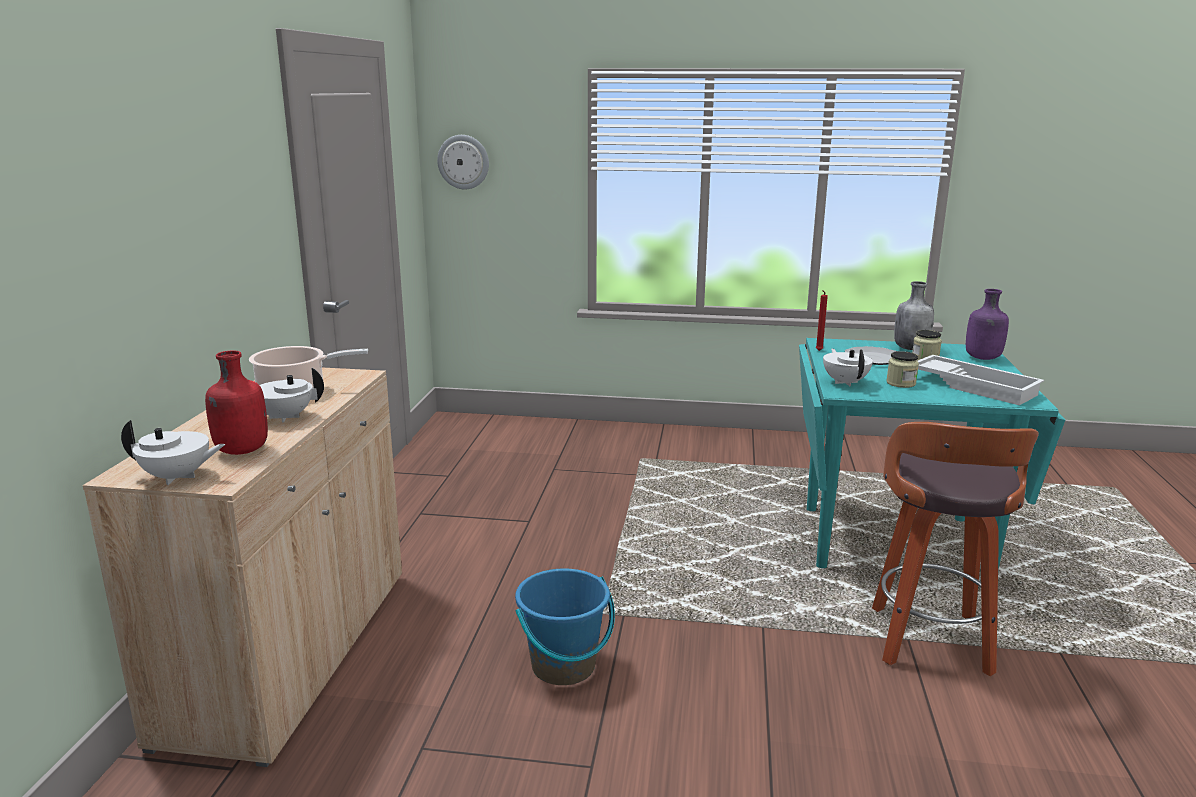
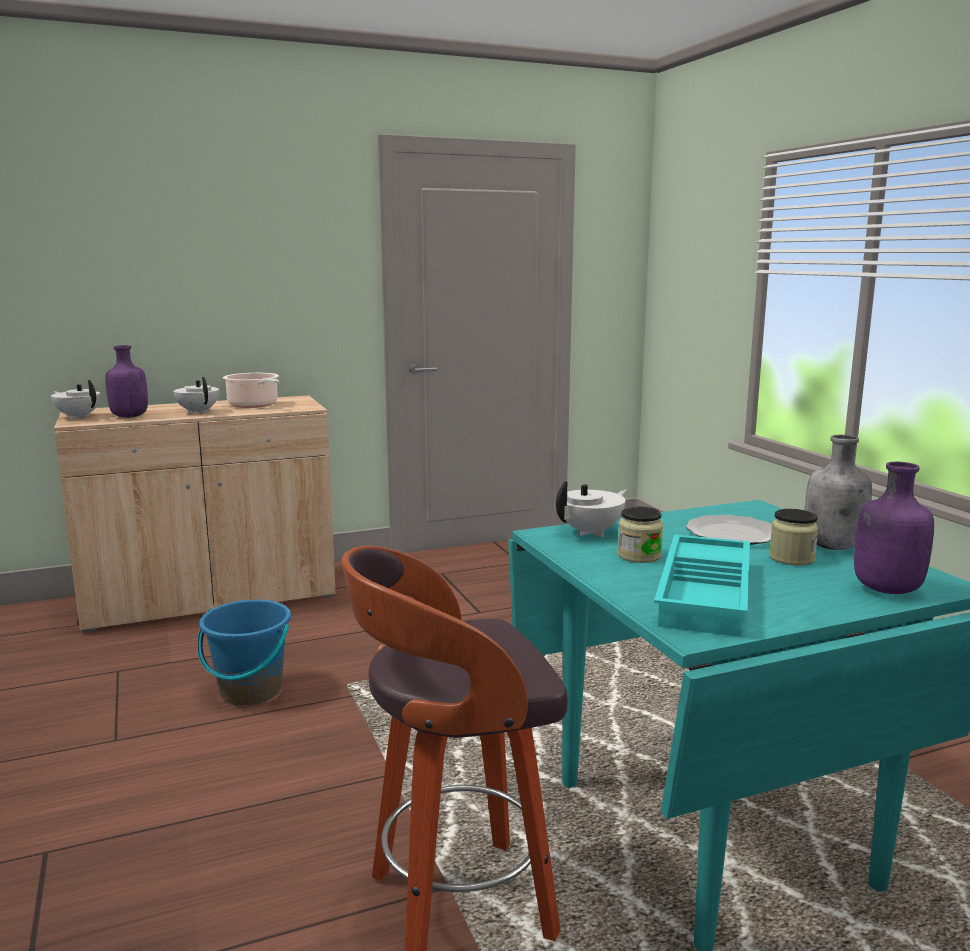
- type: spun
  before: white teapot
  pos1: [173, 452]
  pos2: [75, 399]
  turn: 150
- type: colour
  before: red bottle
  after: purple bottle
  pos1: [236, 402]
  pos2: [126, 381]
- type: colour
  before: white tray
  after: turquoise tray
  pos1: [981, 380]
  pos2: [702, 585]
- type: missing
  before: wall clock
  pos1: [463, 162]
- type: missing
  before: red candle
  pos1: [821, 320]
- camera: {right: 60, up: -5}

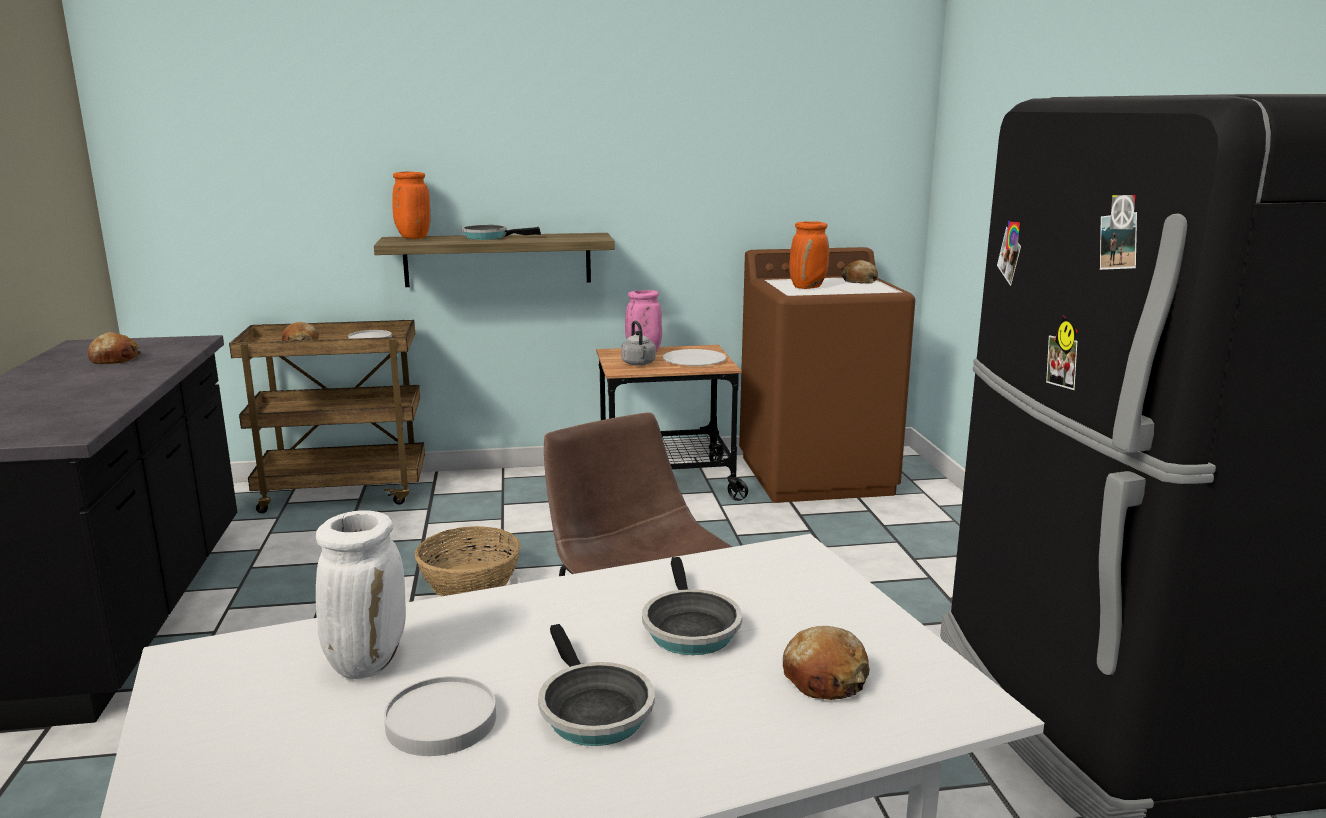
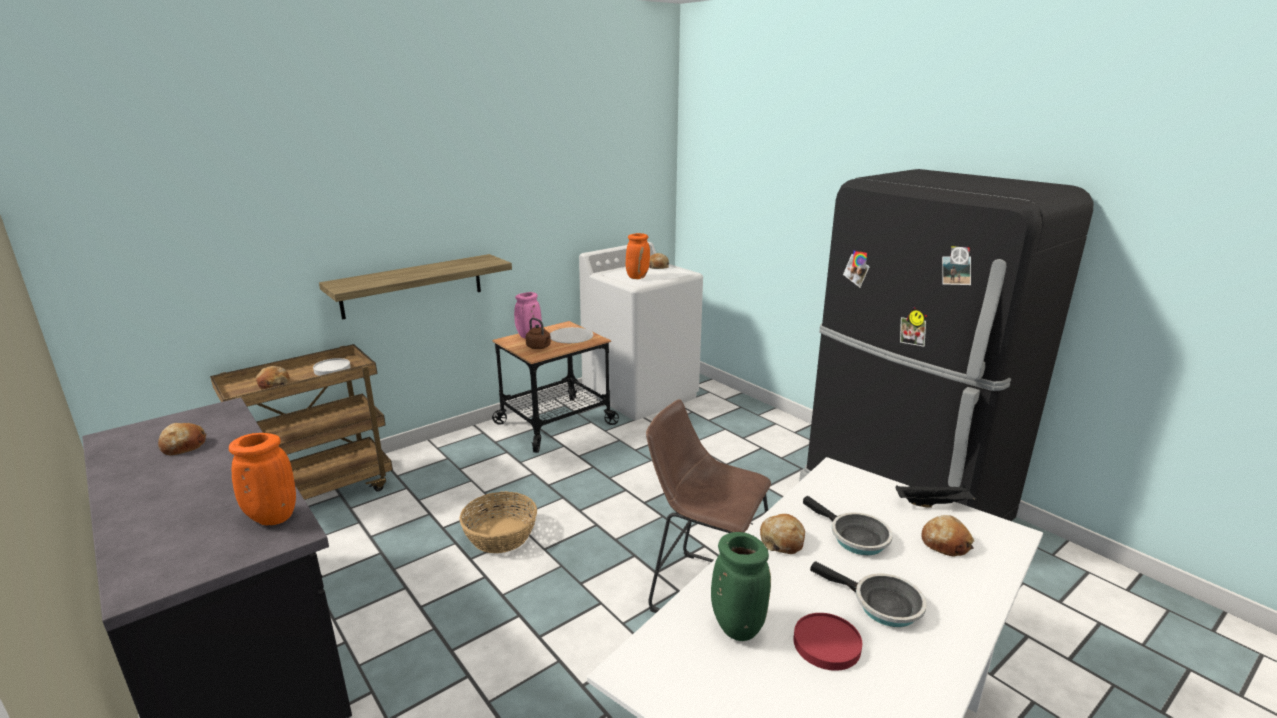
- type: relocated
  before: orange vase
  pos1: [411, 205]
  pos2: [262, 479]
- type: colour
  before: grey kettle
  after: brown kettle
  pos1: [638, 343]
  pos2: [538, 333]
- type: colour
  before: brown washing machine
  after: white washing machine
  pos1: [827, 375]
  pos2: [641, 331]
- type: colour
  before: white vase
  after: green vase
  pos1: [361, 594]
  pos2: [741, 586]
- type: appeared
  after: bread
  pos2: [782, 534]
- type: colour
  before: white plate
  after: red plate
  pos1: [440, 716]
  pos2: [827, 642]
- type: appeared
  after: black tray
  pos2: [936, 496]
- type: missing
  before: frying pan
  pos1: [501, 232]
- camera: {right: -30, up: 5}

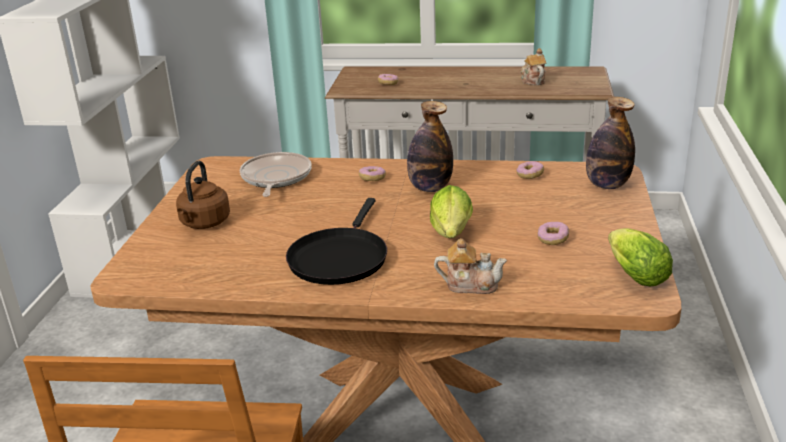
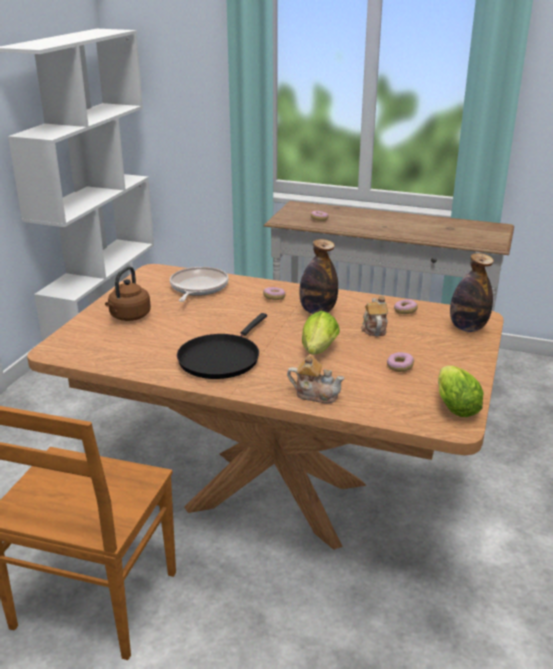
- type: relocated
  before: teapot
  pos1: [534, 66]
  pos2: [374, 315]
- camera: {right: 10, up: 0}

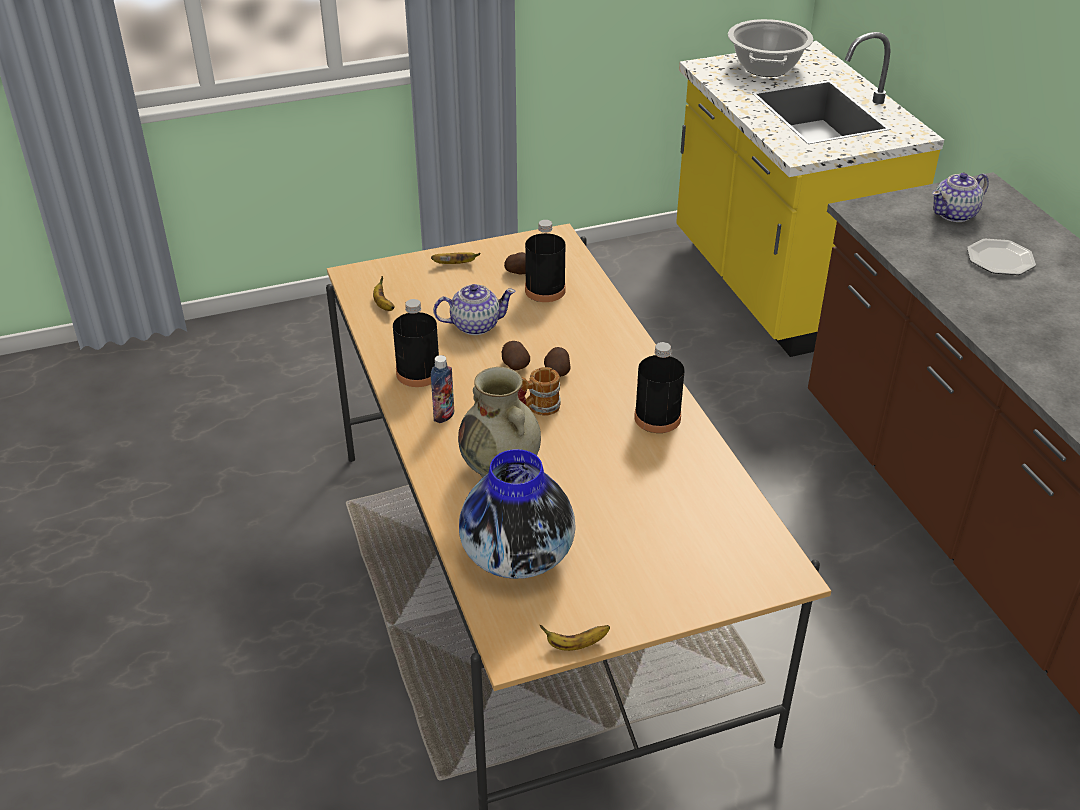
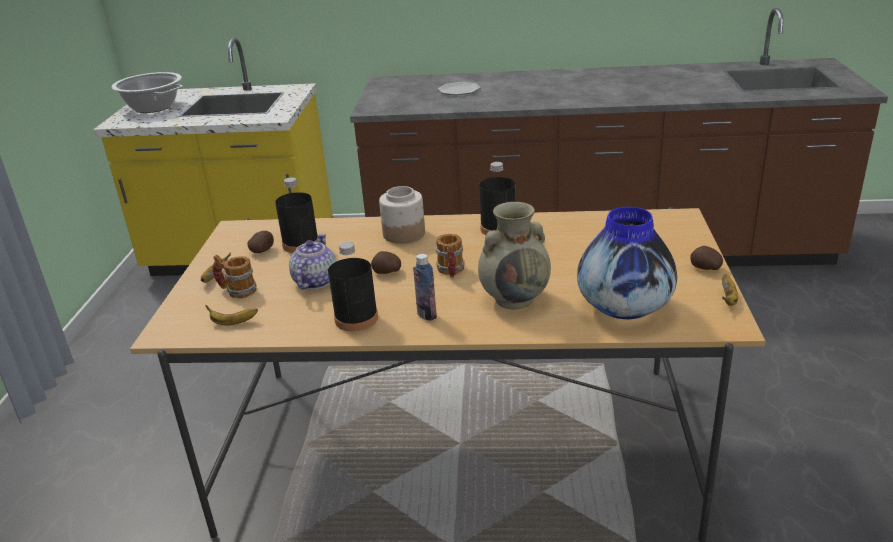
- type: appeared
  after: mug
  pos2: [234, 276]
- type: appeared
  after: jar
  pos2: [402, 215]
- type: relocated
  before: potato
  pos1: [557, 362]
  pos2: [707, 258]
- type: missing
  before: teapot
  pos1: [960, 197]
- camera: {right: -65, up: -10}

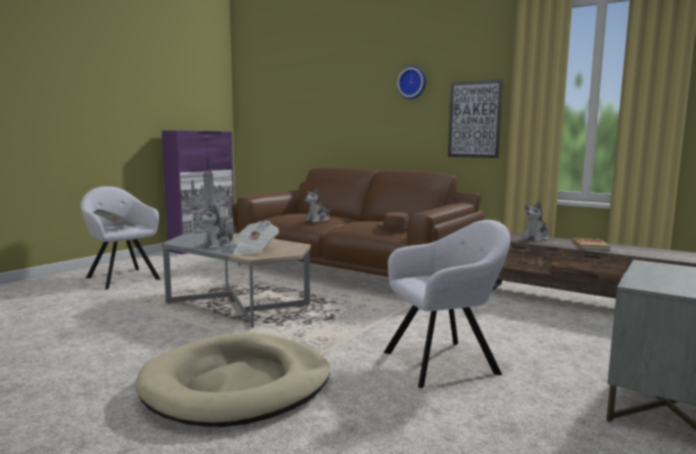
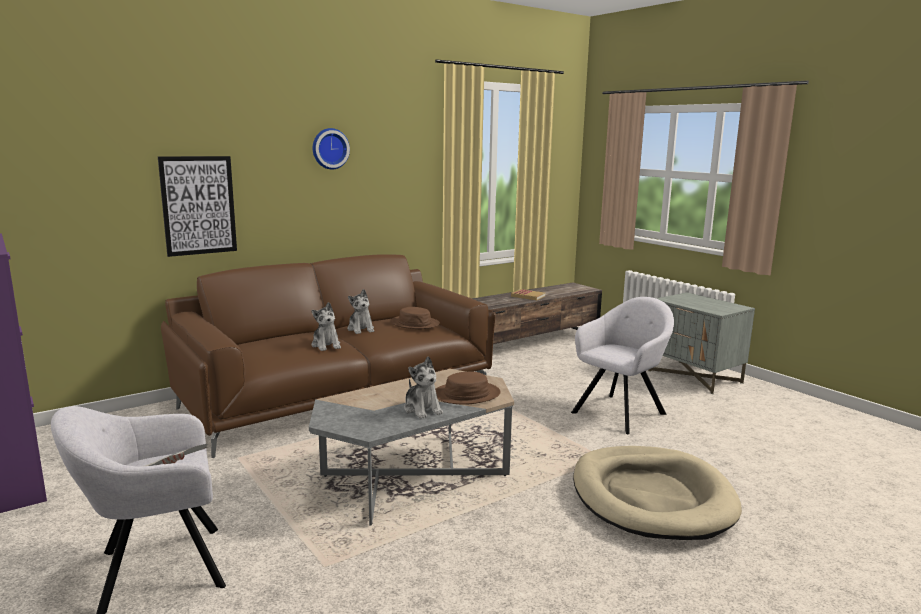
- type: relocated
  before: picture
  pos1: [475, 118]
  pos2: [197, 206]
- type: relocated
  before: plush toy
  pos1: [535, 221]
  pos2: [361, 311]
- type: exchanged
  before: newspaper
  after: brown hat
  pos1: [256, 238]
  pos2: [467, 388]
- type: spun
  before: grey armchair
  pos1: [447, 304]
  pos2: [622, 365]
  turn: 45
- camera: {right: -70, up: 5}

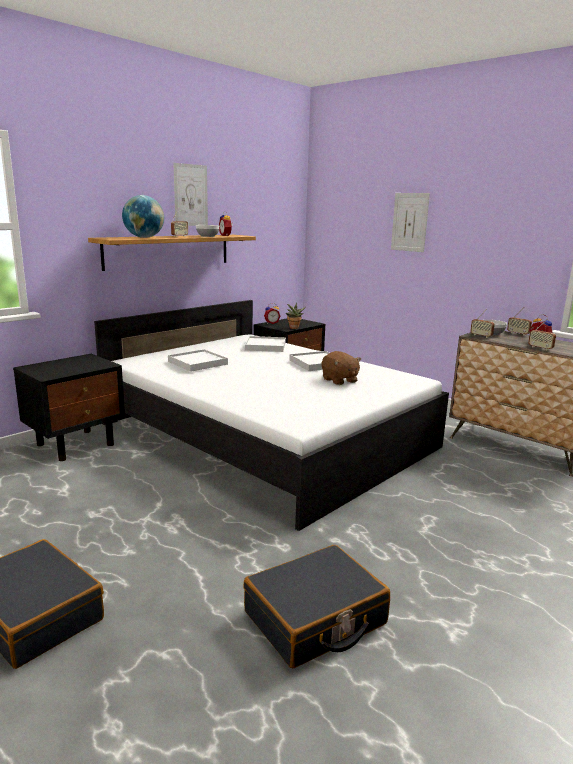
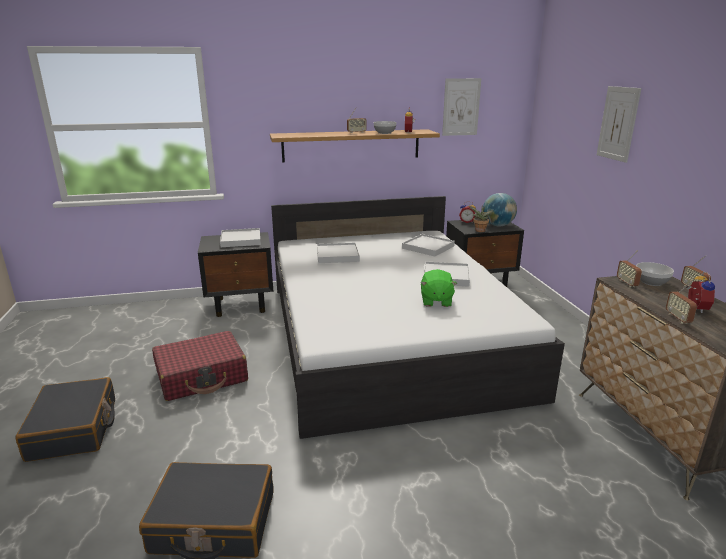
- type: appeared
  after: red suitcase
  pos2: [200, 366]
- type: appeared
  after: white tray
  pos2: [240, 237]
- type: colour
  before: brown plush toy
  after: green plush toy
  pos1: [341, 368]
  pos2: [439, 288]
- type: relocated
  before: picture
  pos1: [190, 194]
  pos2: [461, 107]
- type: relocated
  before: globe
  pos1: [143, 216]
  pos2: [500, 210]
- camera: {right: 35, up: 5}

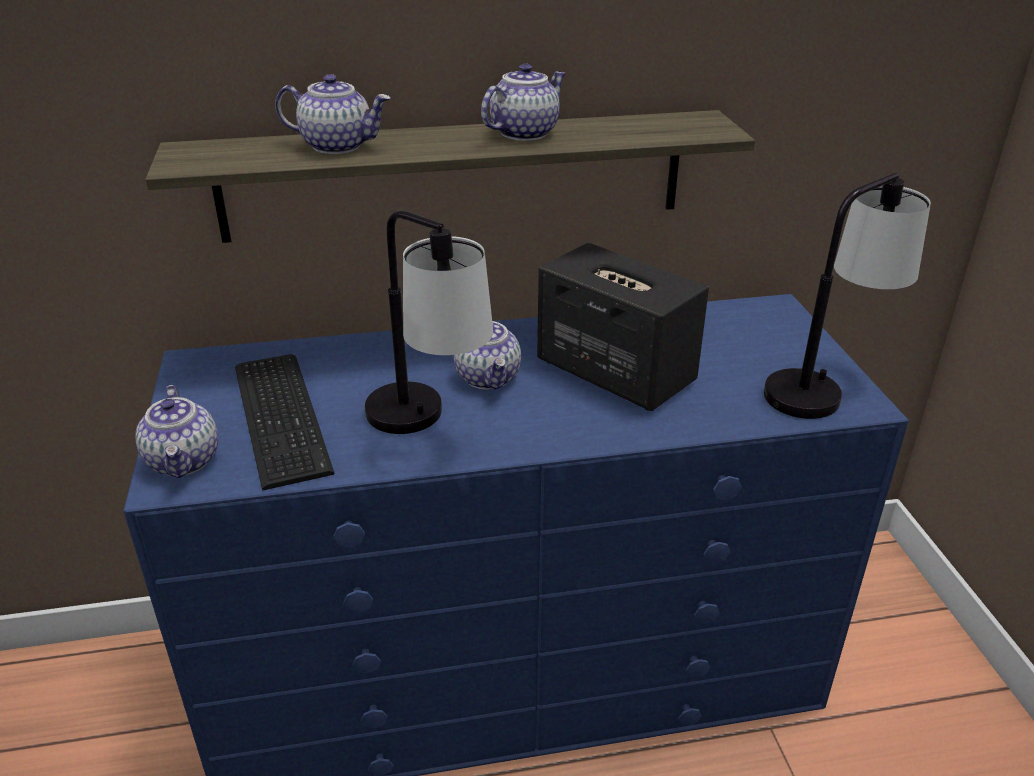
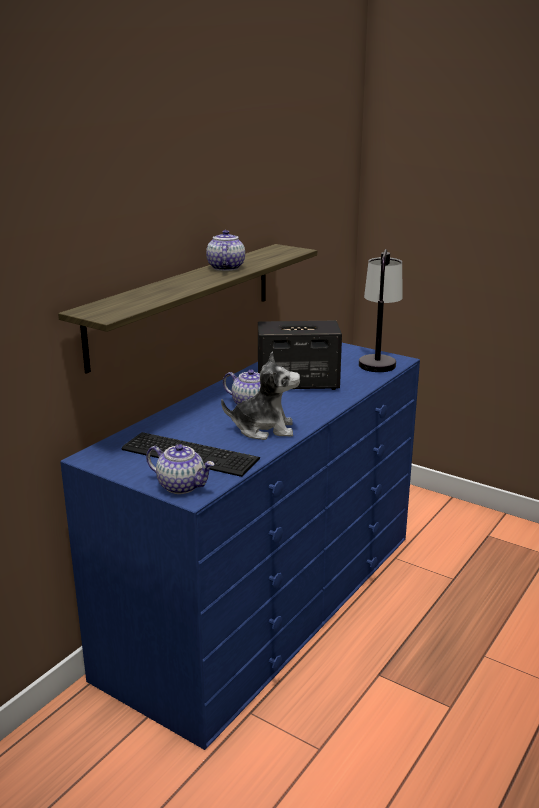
- type: exchanged
  before: table lamp
  after: plush toy
  pos1: [429, 322]
  pos2: [261, 395]
- type: missing
  before: teapot
  pos1: [333, 114]
- camera: {right: -45, up: -10}

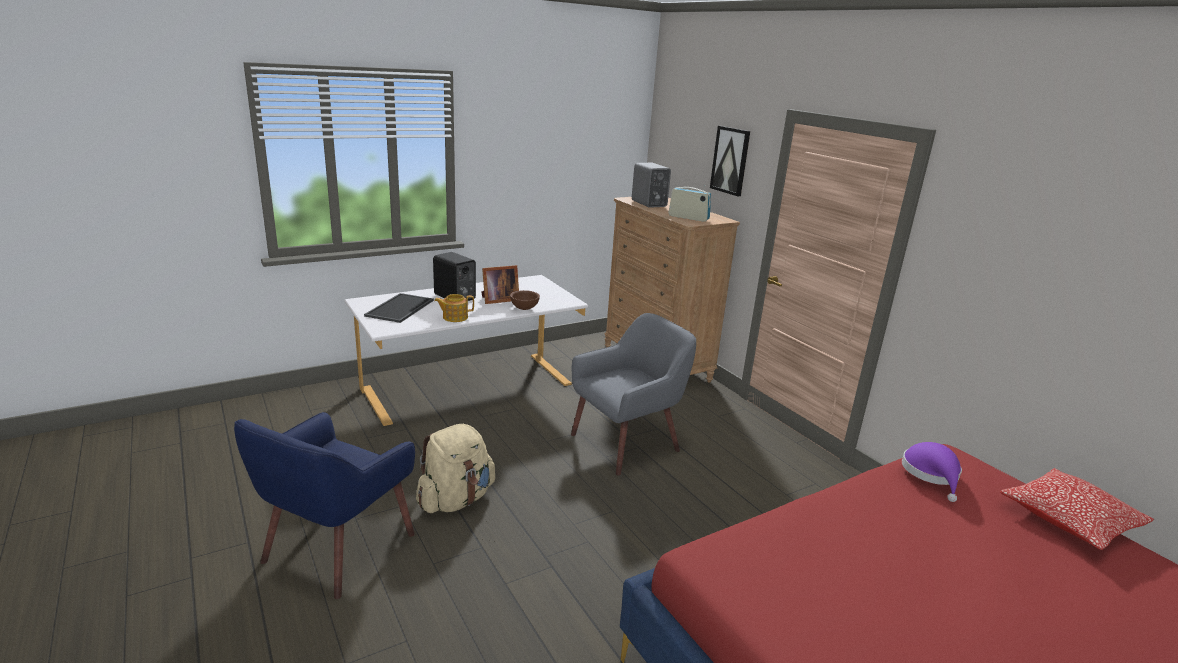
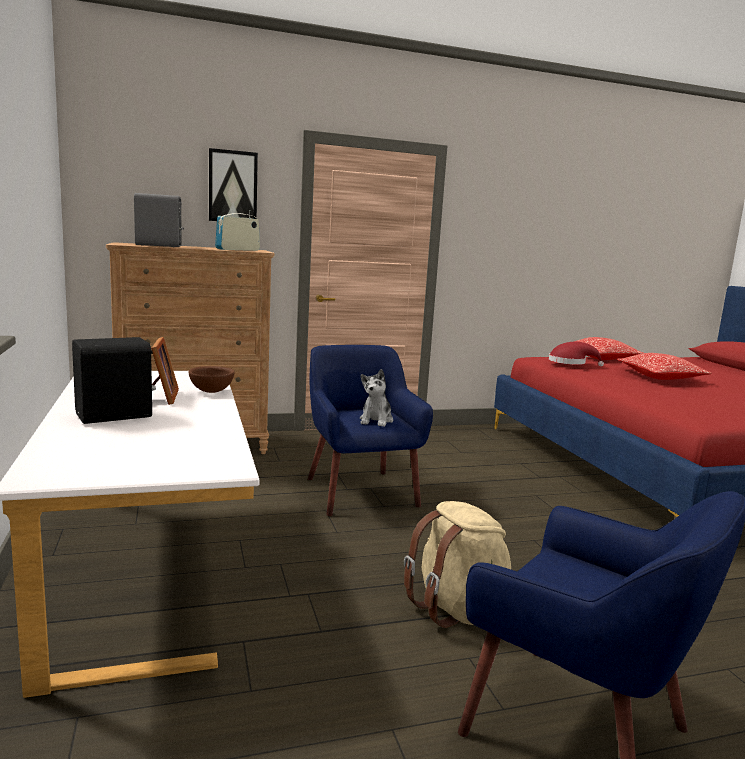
- type: colour
  before: grey armchair
  after: blue armchair
  pos1: [633, 394]
  pos2: [370, 430]
- type: appeared
  after: plush toy
  pos2: [376, 398]
- type: colour
  before: purple hat
  after: red hat
  pos1: [932, 472]
  pos2: [576, 354]
- type: appeared
  after: pillow
  pos2: [664, 366]
- type: missing
  before: tray
  pos1: [399, 308]
- type: missing
  before: teapot
  pos1: [454, 308]
- camera: {right: -75, up: -10}

